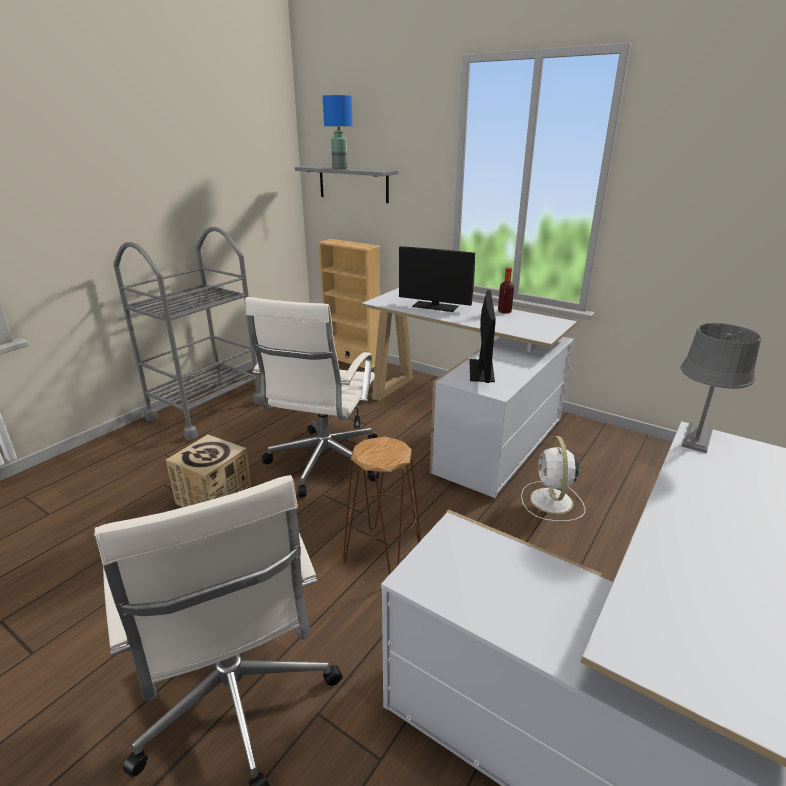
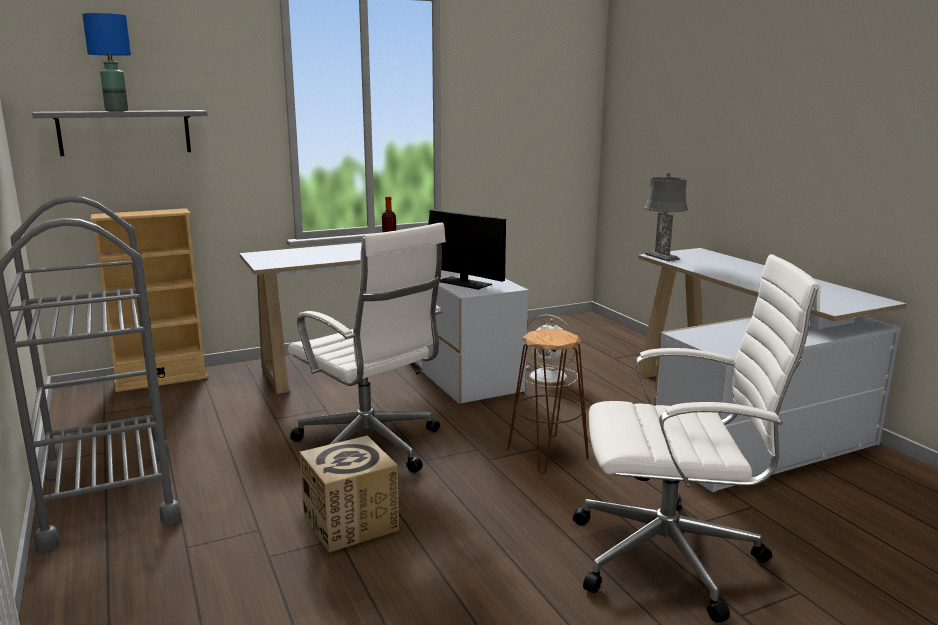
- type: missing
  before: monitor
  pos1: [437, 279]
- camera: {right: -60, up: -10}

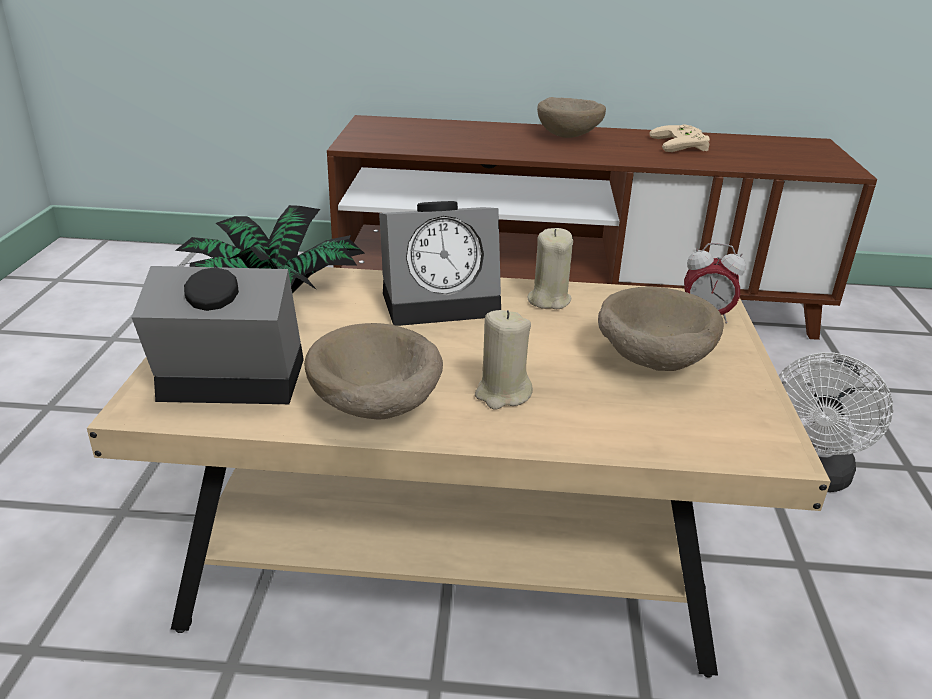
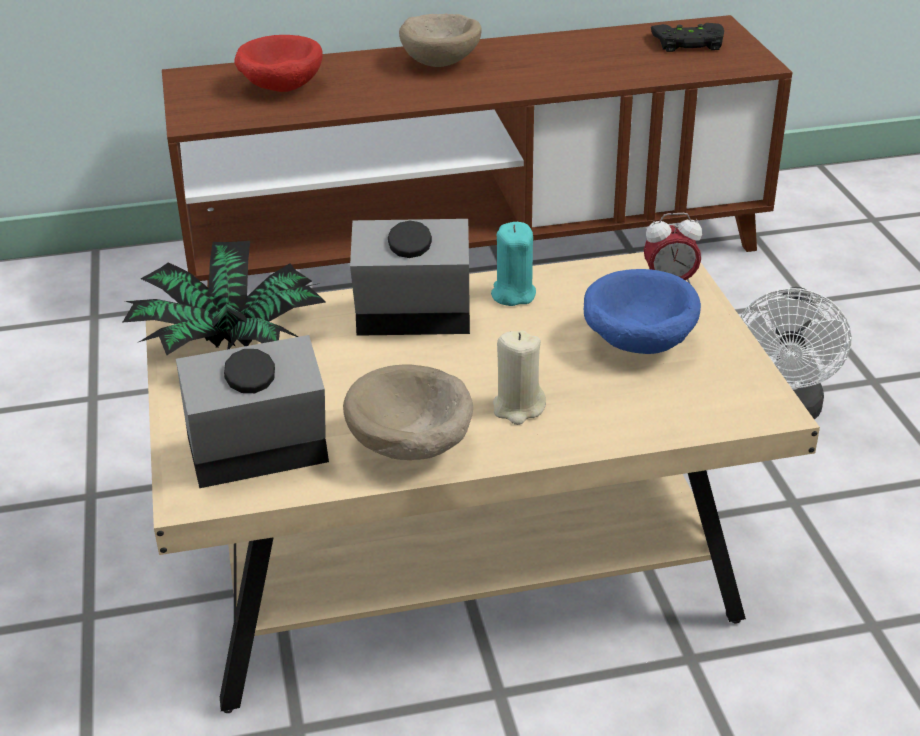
- type: appeared
  after: red bowl
  pos2: [278, 63]
- type: spun
  before: alarm clock
  pos1: [440, 263]
  pos2: [410, 277]
  turn: -150
- type: colour
  before: beige candle
  after: turquoise candle
  pos1: [550, 268]
  pos2: [513, 264]
- type: colour
  before: beige bowl
  after: blue bowl
  pos1: [661, 329]
  pos2: [642, 311]
- type: appeared
  after: black game controller
  pos2: [687, 37]
- type: missing
  before: beige game controller
  pos1: [679, 138]
- camera: {right: -15, up: 5}

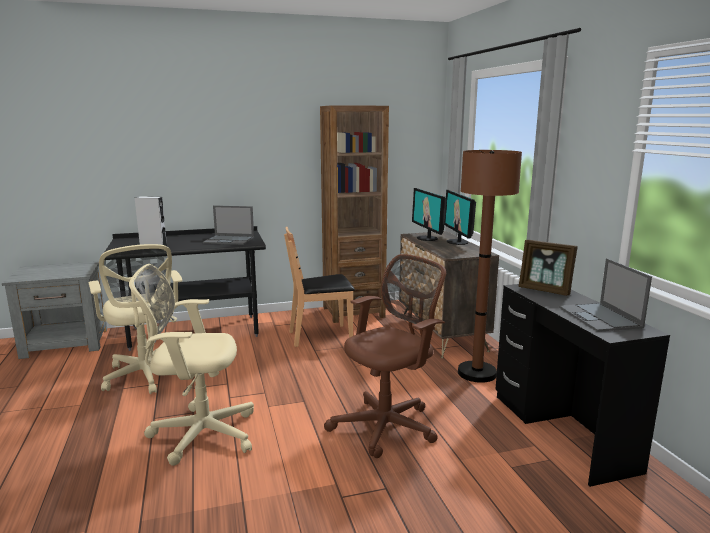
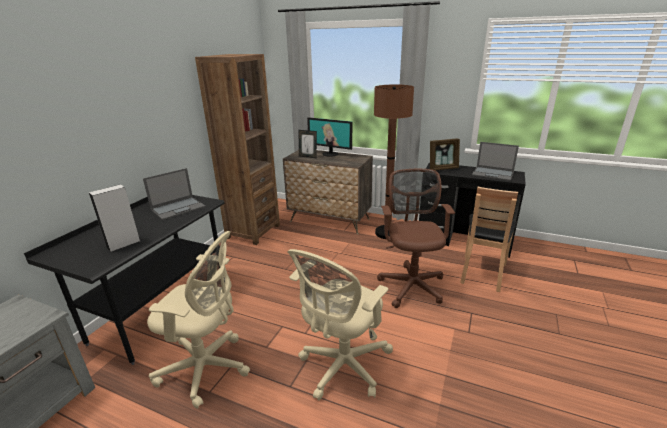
- type: exchanged
  before: monitor
  after: picture frame
  pos1: [429, 214]
  pos2: [308, 144]
- type: relocated
  before: brown chair
  pos1: [319, 287]
  pos2: [489, 239]
- camera: {right: -50, up: 10}

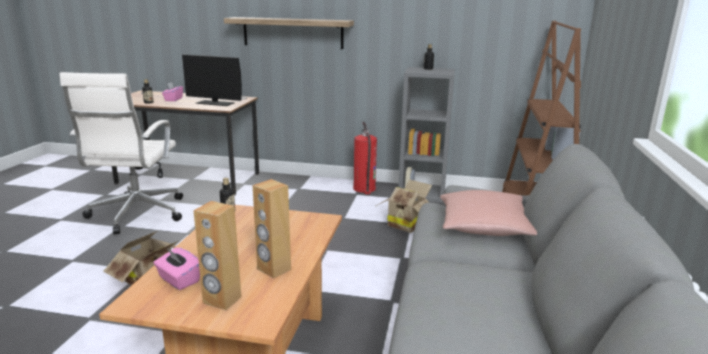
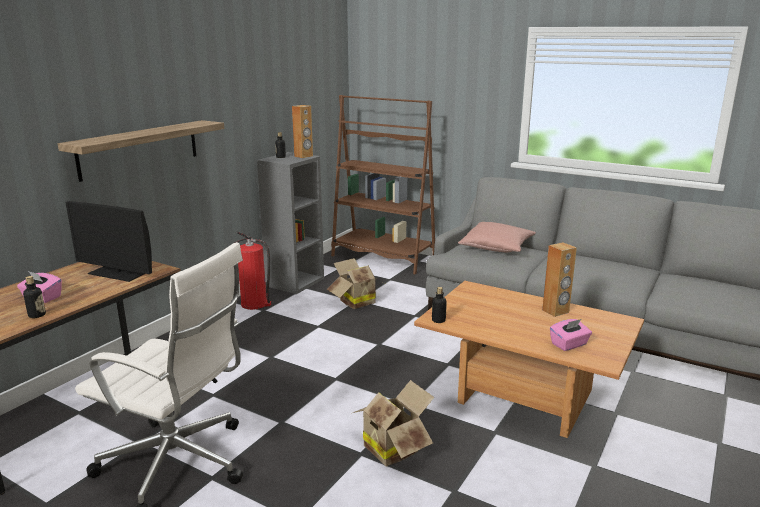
- type: spun
  before: monitor
  pos1: [212, 80]
  pos2: [109, 241]
  turn: 75
- type: relocated
  before: brown speaker
  pos1: [217, 255]
  pos2: [302, 131]
- camera: {right: -70, up: 0}

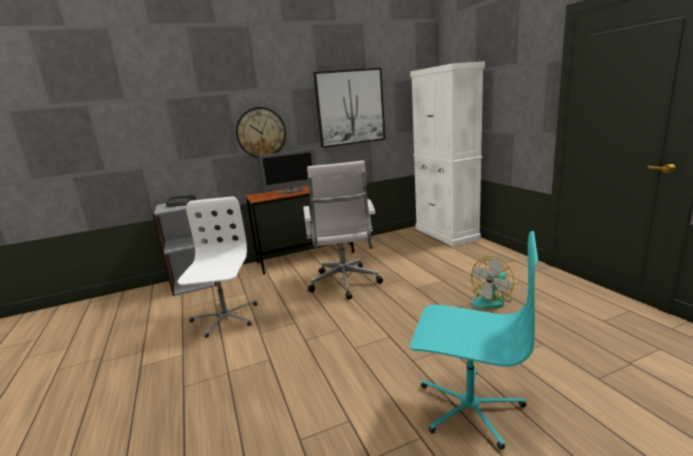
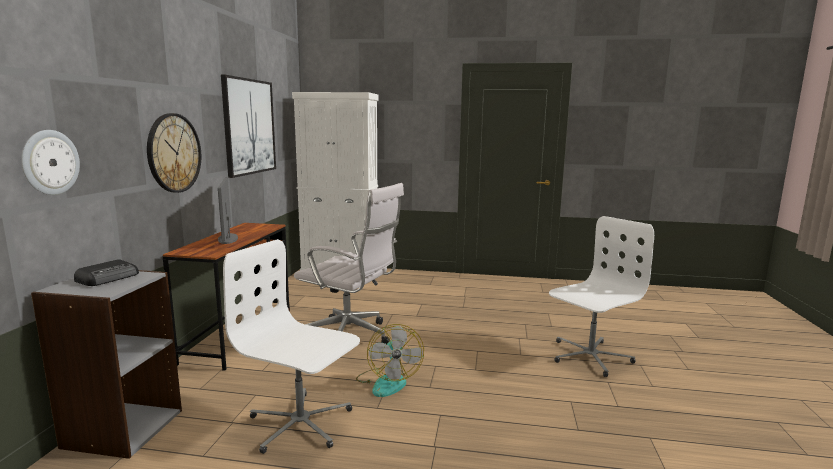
- type: appeared
  after: wall clock
  pos2: [50, 162]
- type: spun
  before: monitor
  pos1: [287, 171]
  pos2: [228, 211]
  turn: 150
- type: relocated
  before: fan
  pos1: [492, 282]
  pos2: [390, 360]
- type: colour
  before: turquoise office chair
  after: white office chair
  pos1: [474, 340]
  pos2: [601, 296]
- camera: {right: -60, up: -5}

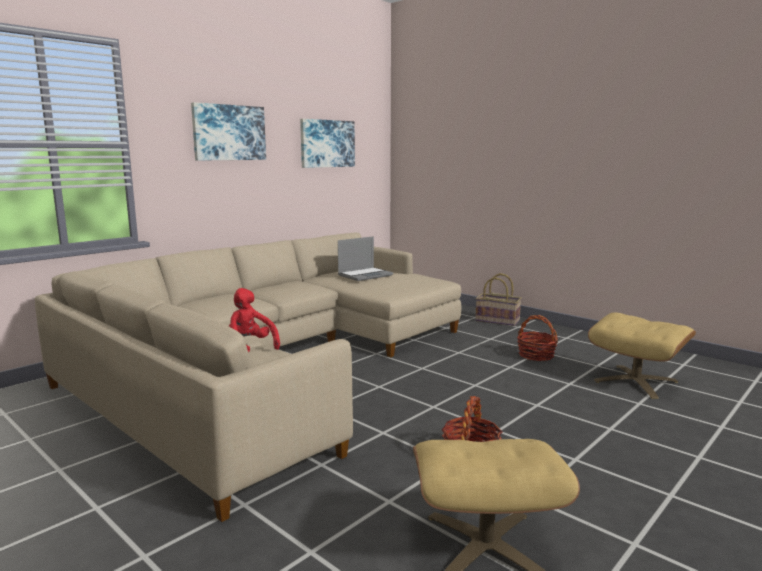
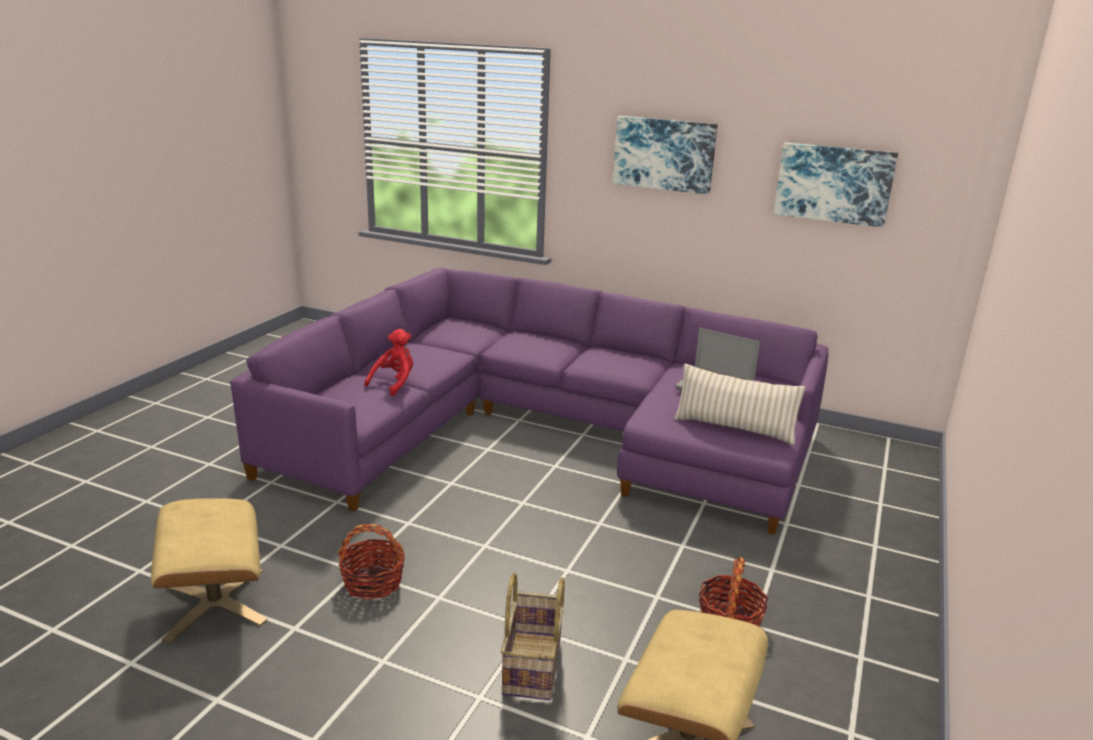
- type: colour
  before: beige sofa
  after: purple sofa
  pos1: [248, 377]
  pos2: [529, 401]
- type: relocated
  before: basket
  pos1: [498, 299]
  pos2: [533, 636]
- type: appeared
  after: beige pillow
  pos2: [739, 404]
- camera: {right: 70, up: 10}

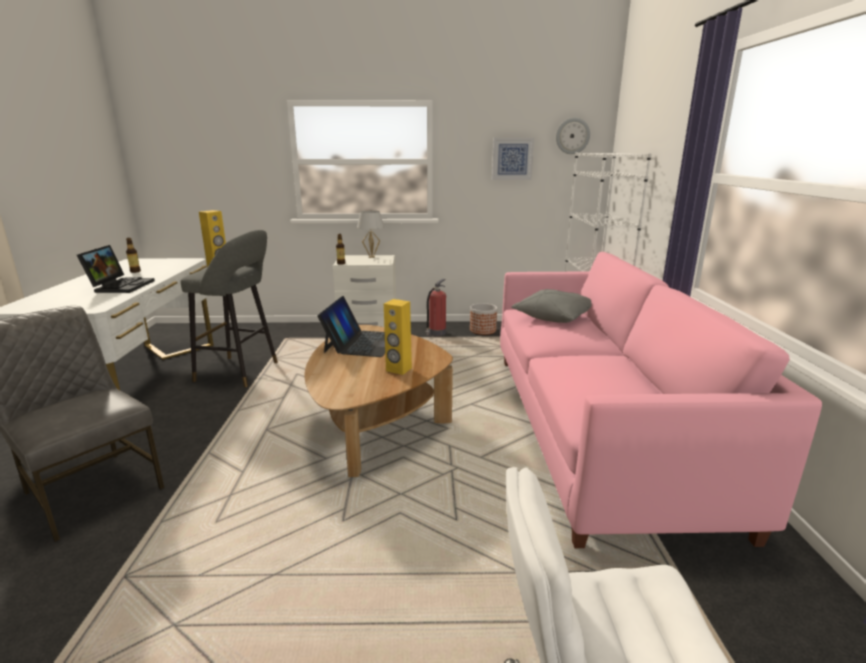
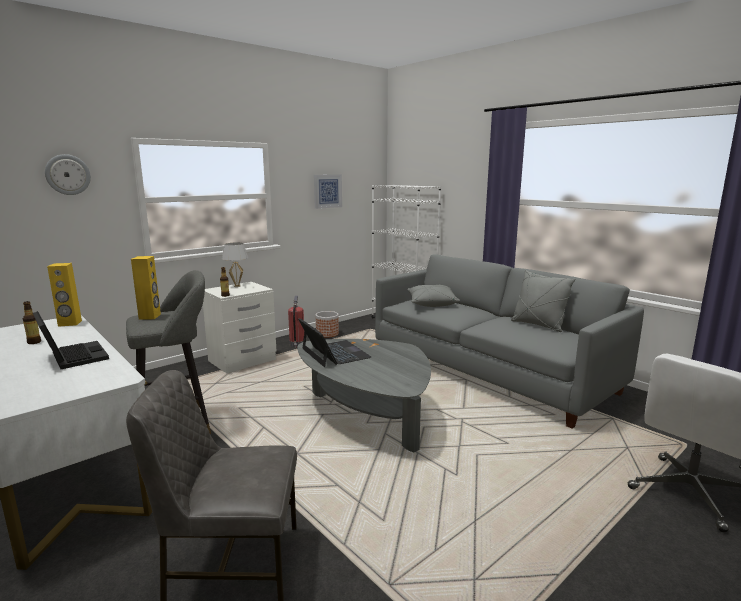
- type: relocated
  before: wall clock
  pos1: [573, 136]
  pos2: [68, 174]
- type: relocated
  before: yellow speaker
  pos1: [398, 337]
  pos2: [64, 295]
- type: colour
  before: brown coffee table
  after: grey coffee table
  pos1: [378, 401]
  pos2: [364, 395]
- type: colour
  before: pink sofa
  after: grey sofa
  pos1: [661, 400]
  pos2: [509, 341]
- type: appeared
  after: grey pillow
  pos2: [543, 301]
- camera: {right: -40, up: -5}

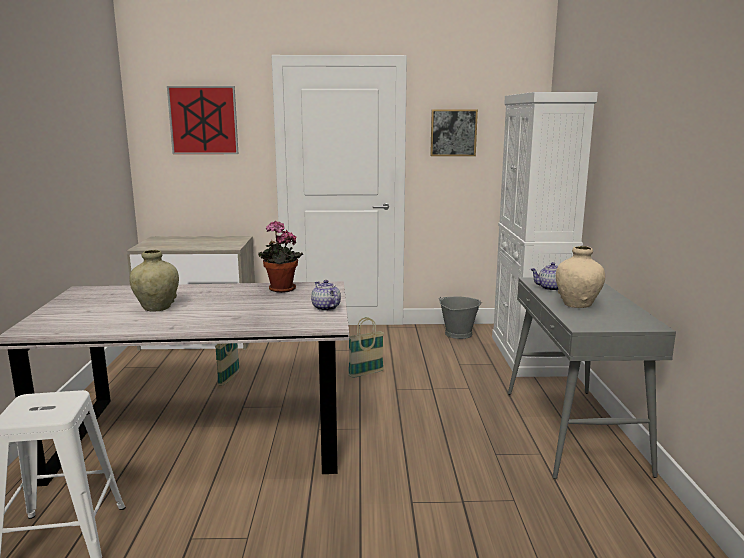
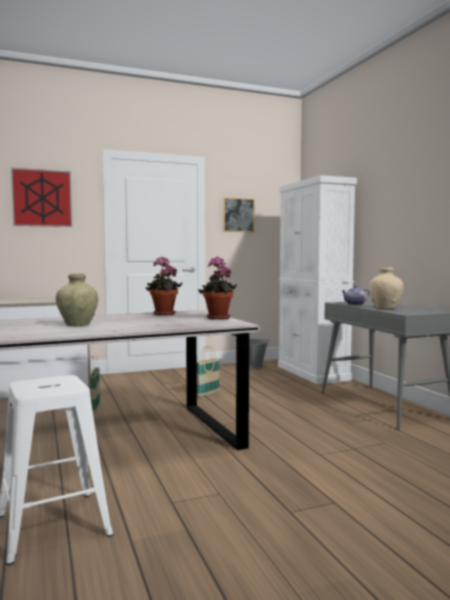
- type: exchanged
  before: teapot
  after: potted plant
  pos1: [326, 295]
  pos2: [217, 288]
- camera: {right: -20, up: -10}

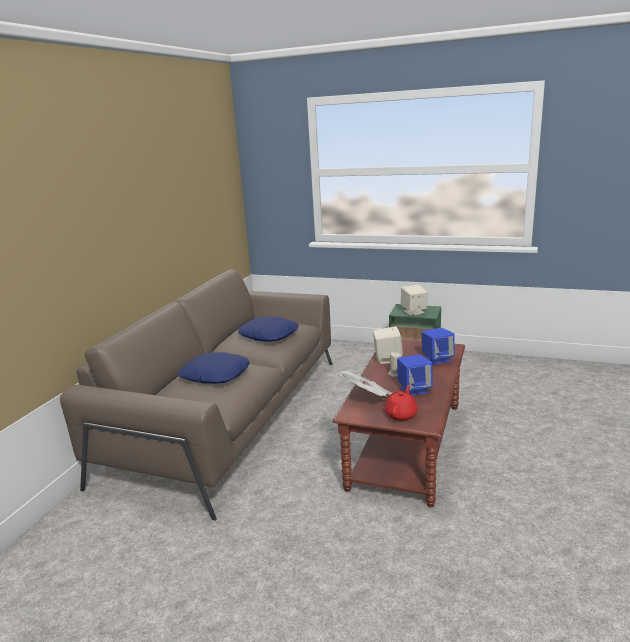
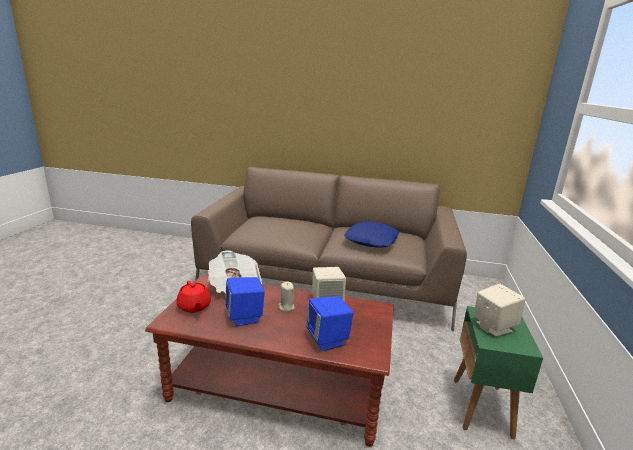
- type: spun
  before: red teapot
  pos1: [401, 403]
  pos2: [193, 297]
  turn: 45
- type: missing
  before: blue pillow
  pos1: [214, 368]
- camera: {right: 80, up: 0}

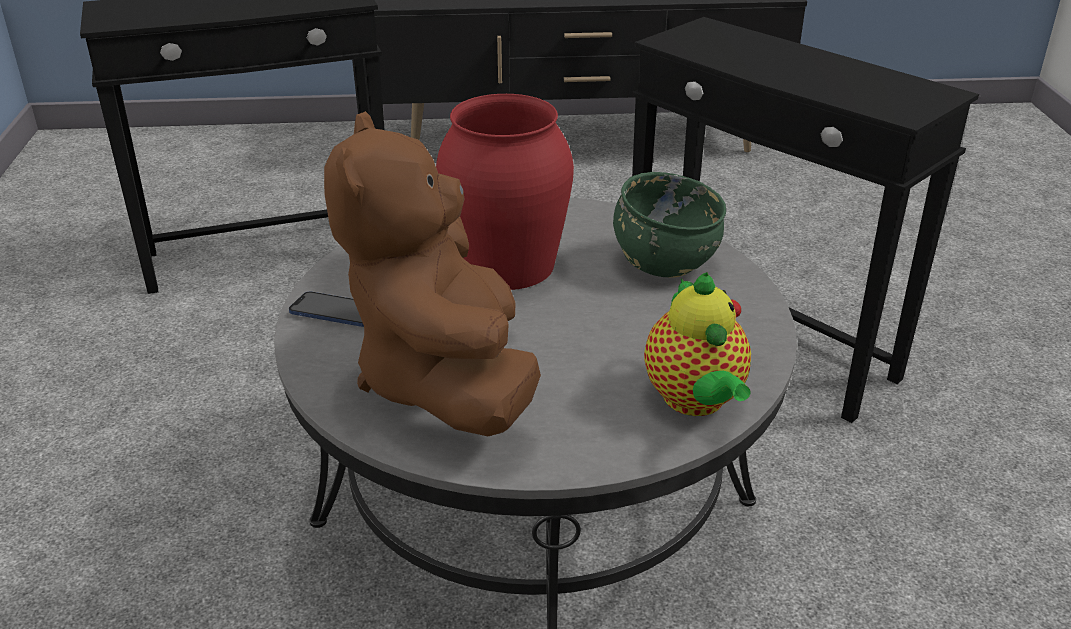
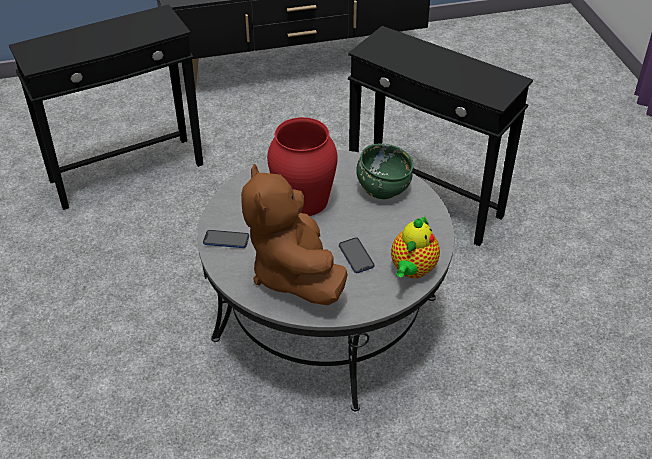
- type: appeared
  after: phone
  pos2: [356, 255]
- type: spun
  before: teapot
  pos1: [697, 344]
  pos2: [415, 247]
  turn: 45
- camera: {right: -10, up: 10}

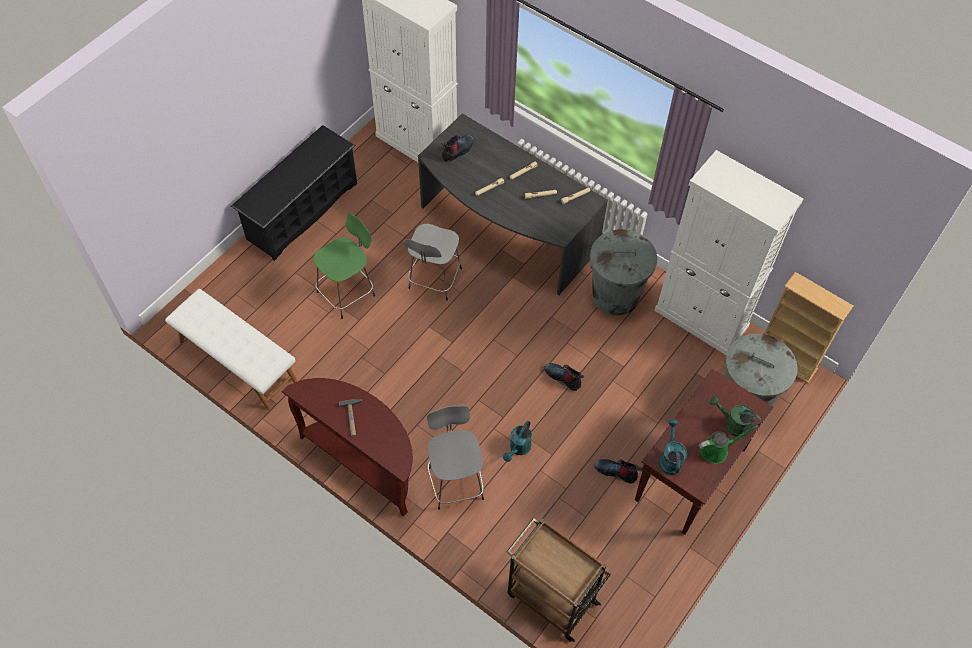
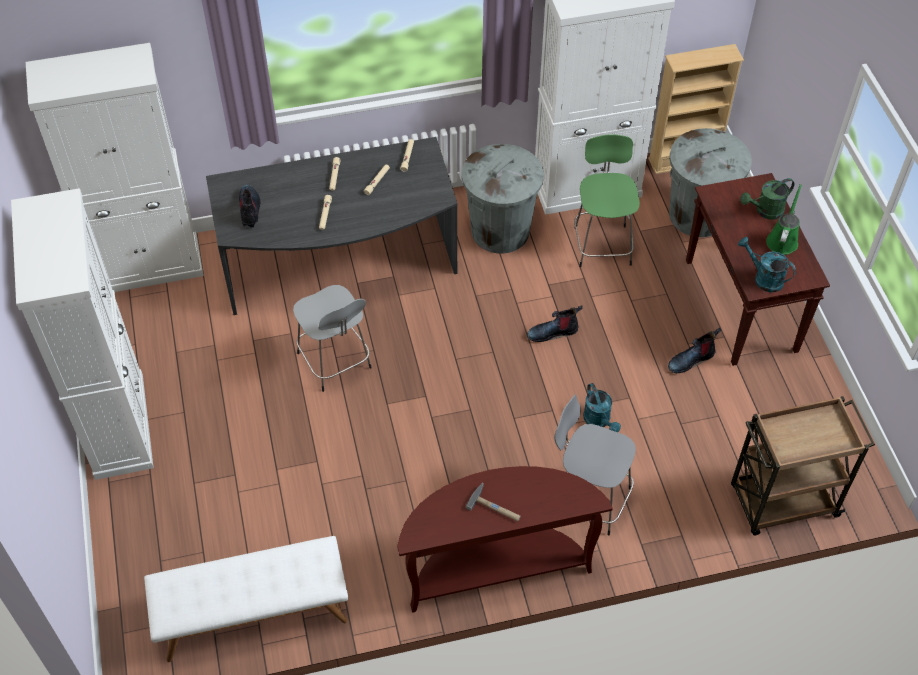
- type: exchanged
  before: black shoe rack
  after: white cabinet
  pos1: [294, 193]
  pos2: [82, 334]
- type: relocated
  before: green stool
  pos1: [344, 266]
  pos2: [607, 200]
- camera: {right: -50, up: -5}

